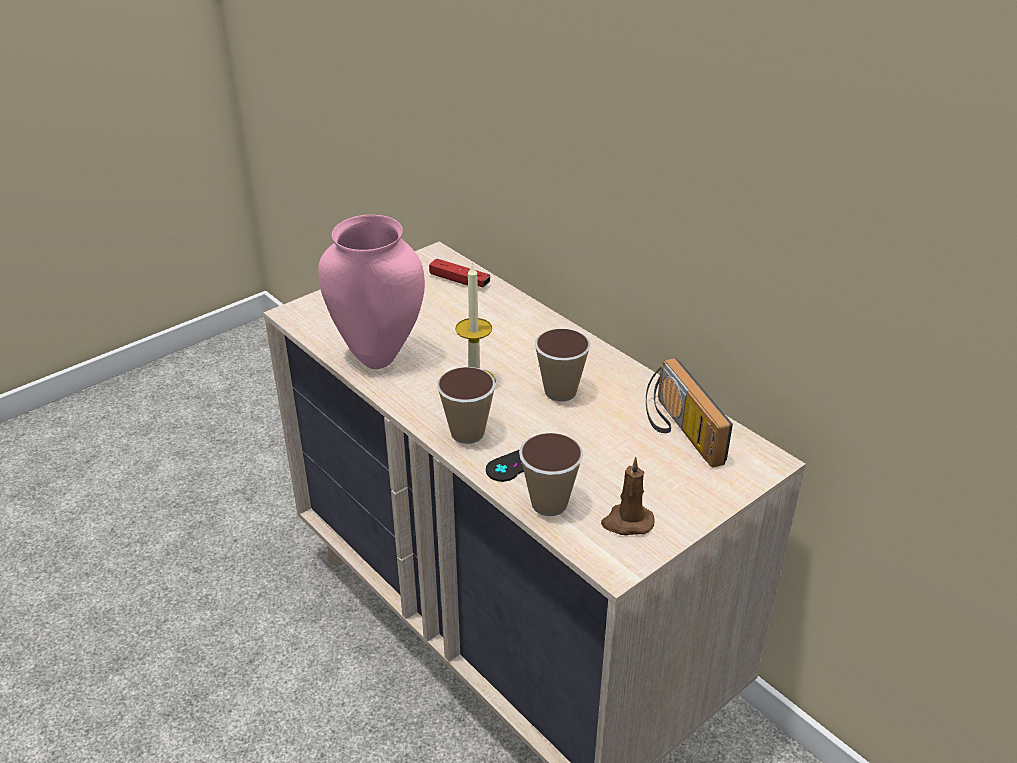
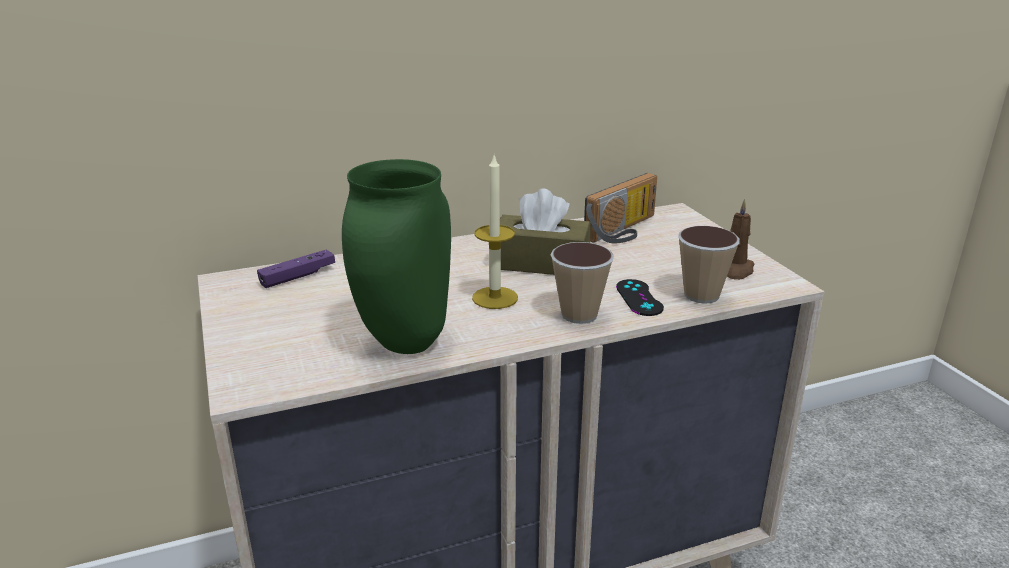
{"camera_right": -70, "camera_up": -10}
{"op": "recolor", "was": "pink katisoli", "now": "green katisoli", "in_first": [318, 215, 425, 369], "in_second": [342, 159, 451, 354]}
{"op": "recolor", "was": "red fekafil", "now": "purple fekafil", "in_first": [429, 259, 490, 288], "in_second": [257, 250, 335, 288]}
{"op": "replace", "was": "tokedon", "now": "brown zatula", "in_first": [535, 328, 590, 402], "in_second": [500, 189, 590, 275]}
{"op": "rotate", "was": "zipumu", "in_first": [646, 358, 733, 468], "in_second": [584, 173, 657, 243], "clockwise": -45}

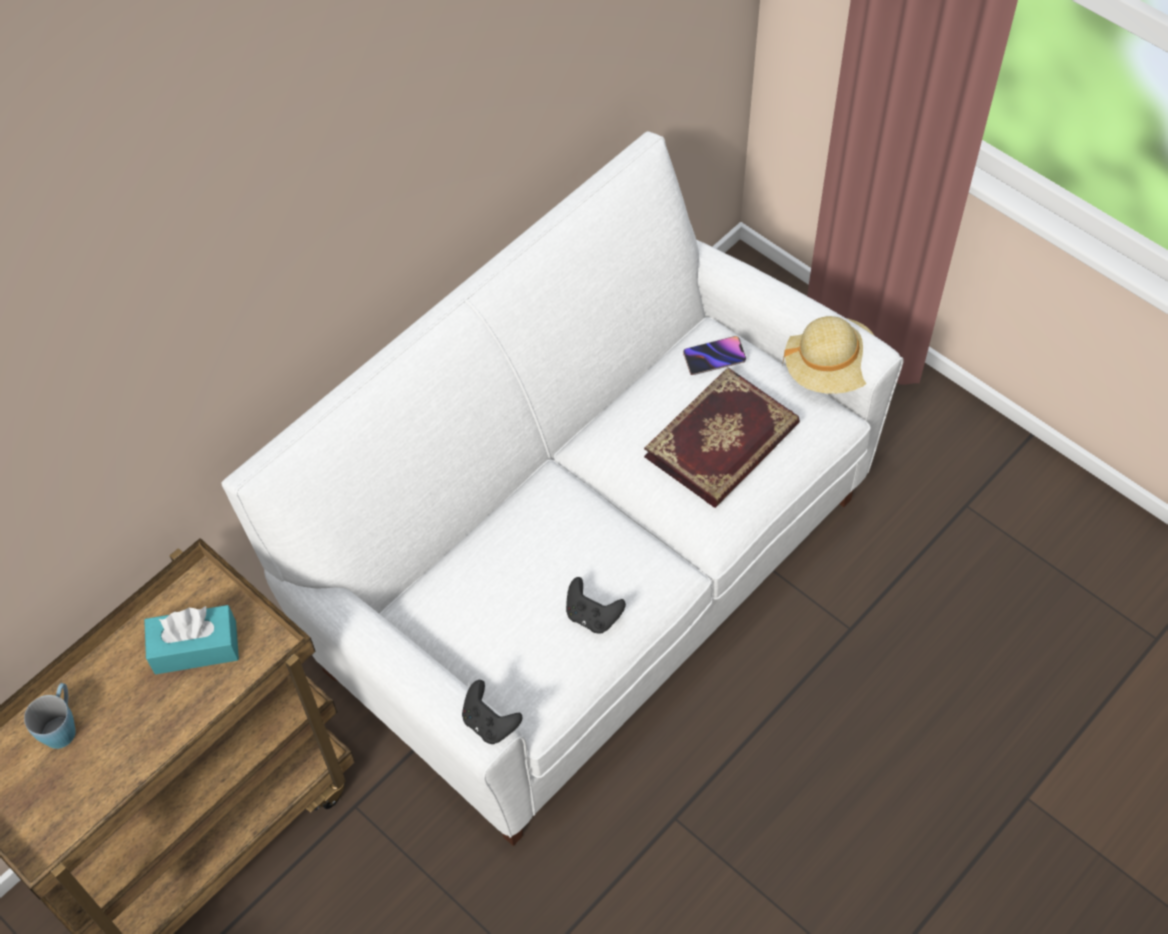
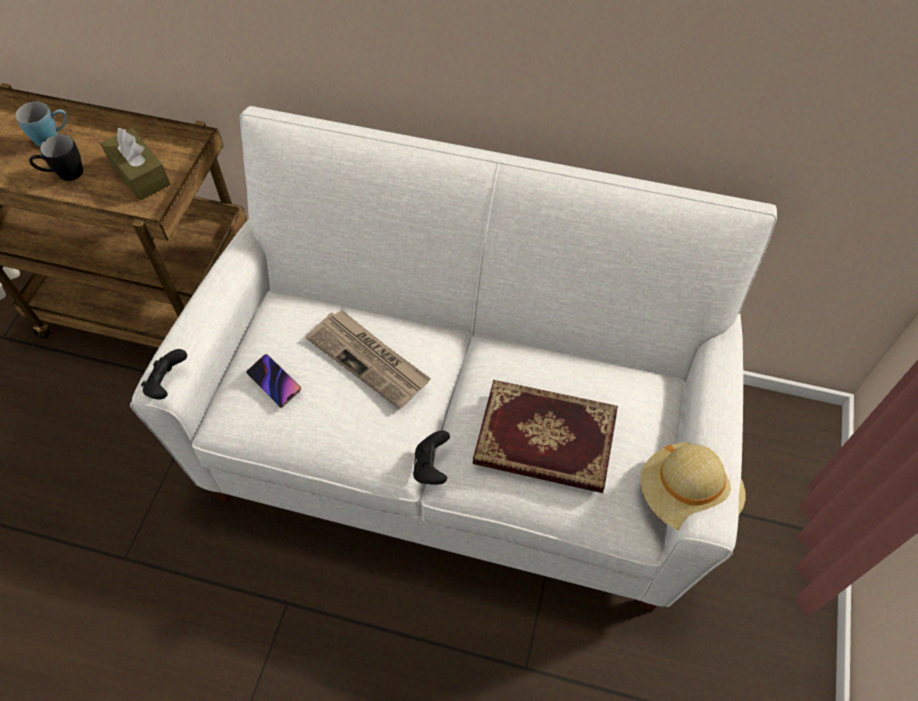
{"camera_right": 60, "camera_up": 0}
{"op": "recolor", "was": "turquoise zatula", "now": "brown zatula", "in_first": [144, 605, 239, 674], "in_second": [100, 127, 171, 200]}
{"op": "move", "was": "black fekafil", "in_first": [566, 577, 626, 634], "in_second": [413, 430, 450, 485]}
{"op": "move", "was": "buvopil", "in_first": [683, 336, 746, 375], "in_second": [246, 354, 301, 408]}
{"op": "insert", "now": "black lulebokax", "in_second": [29, 134, 83, 181]}
{"op": "insert", "now": "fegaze", "in_second": [306, 310, 431, 409]}

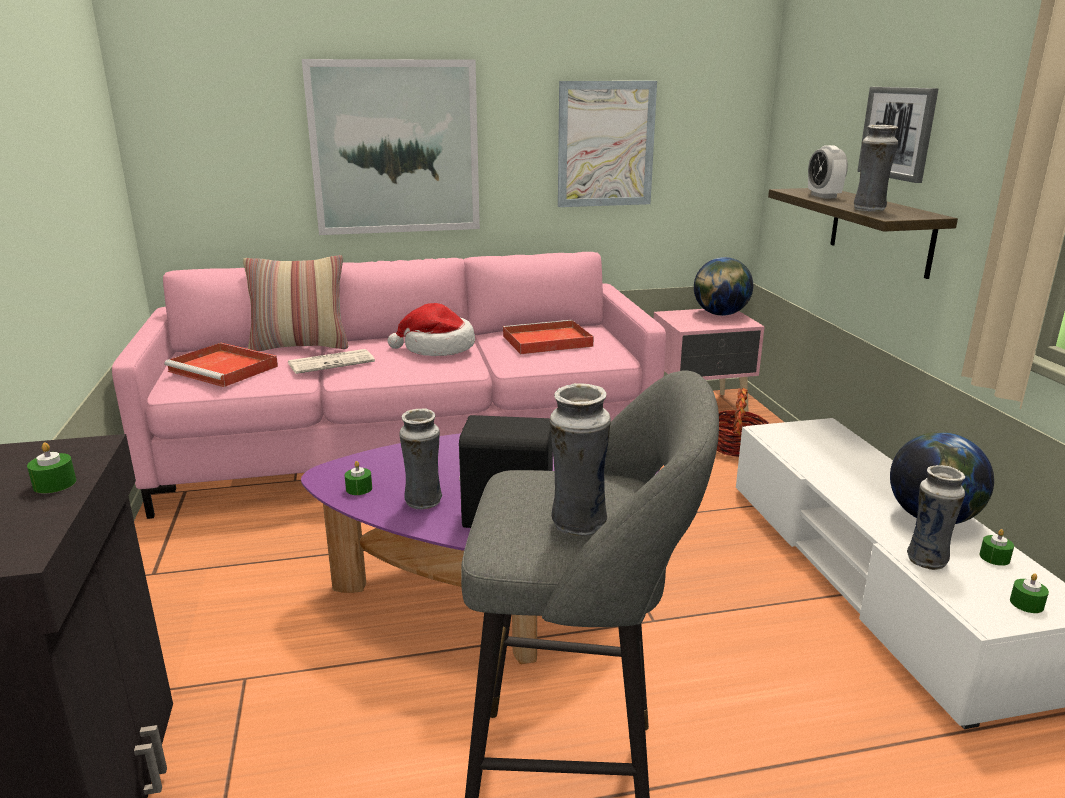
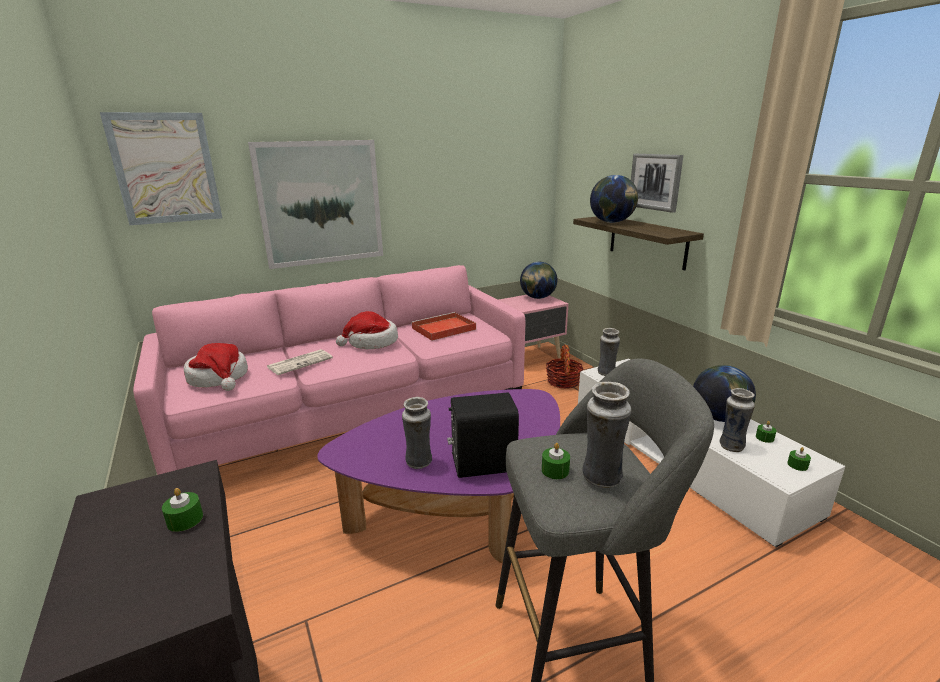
{"camera_right": -15, "camera_up": 0}
{"op": "replace", "was": "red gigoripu", "now": "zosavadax", "in_first": [164, 343, 278, 387], "in_second": [184, 343, 248, 391]}
{"op": "delete", "was": "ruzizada", "in_first": [243, 255, 348, 351]}
{"op": "move", "was": "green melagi", "in_first": [345, 461, 372, 495], "in_second": [542, 443, 570, 479]}
{"op": "move", "was": "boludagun", "in_first": [558, 81, 657, 207], "in_second": [100, 112, 222, 225]}
{"op": "replace", "was": "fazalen", "now": "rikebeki", "in_first": [808, 145, 848, 199], "in_second": [590, 175, 638, 223]}
{"op": "move", "was": "katisoli", "in_first": [854, 125, 898, 212], "in_second": [598, 328, 620, 376]}

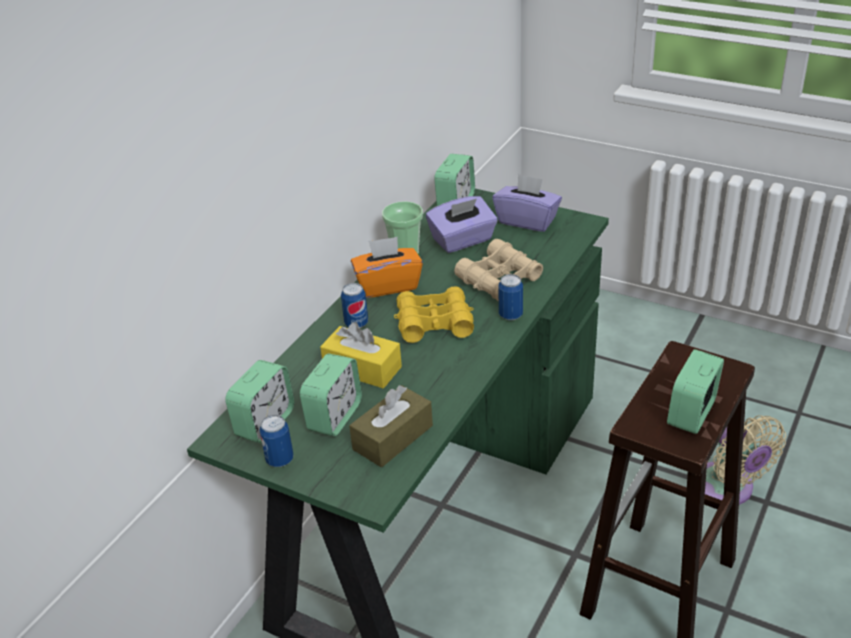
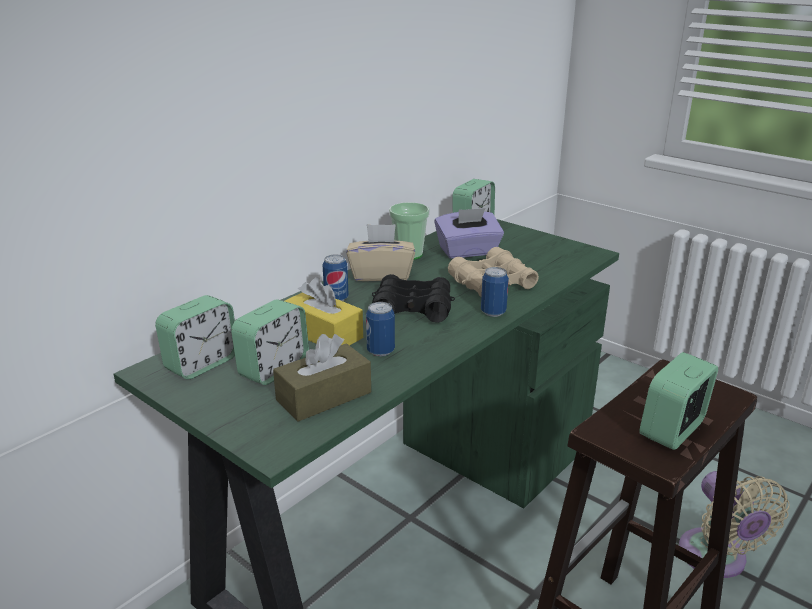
{"camera_right": 10, "camera_up": -10}
{"op": "move", "was": "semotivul", "in_first": [259, 415, 294, 467], "in_second": [366, 302, 395, 356]}
{"op": "recolor", "was": "orange zatula", "now": "beige zatula", "in_first": [351, 237, 423, 298], "in_second": [346, 224, 415, 281]}
{"op": "recolor", "was": "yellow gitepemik", "now": "black gitepemik", "in_first": [394, 286, 474, 343], "in_second": [372, 274, 455, 323]}
{"op": "delete", "was": "purple zatula", "in_first": [492, 174, 562, 232]}

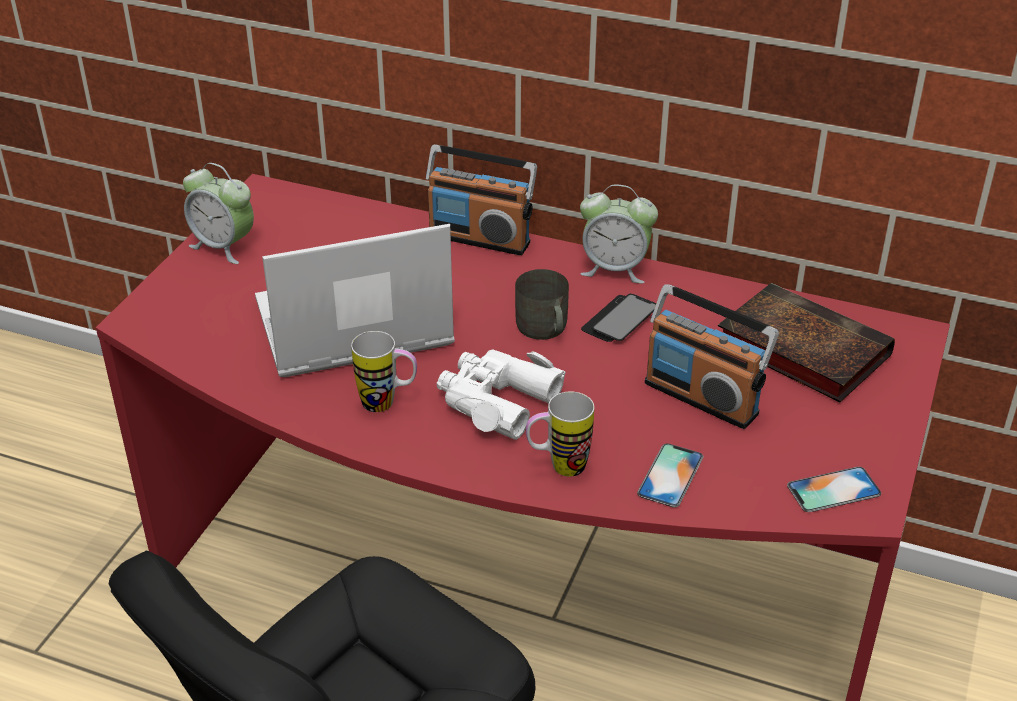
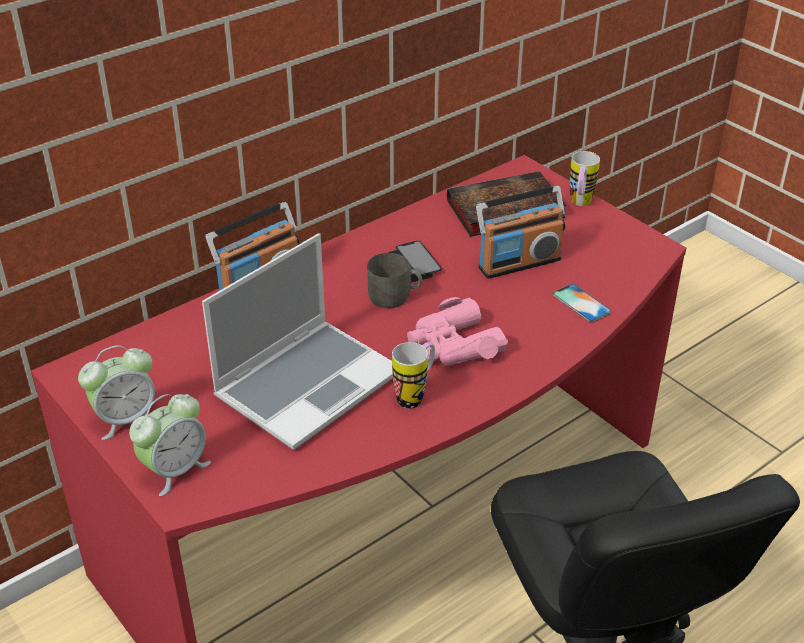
{"camera_right": -60, "camera_up": 0}
{"op": "rotate", "was": "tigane", "in_first": [255, 224, 455, 377], "in_second": [202, 233, 393, 450], "clockwise": -150}
{"op": "recolor", "was": "white gitepemik", "now": "pink gitepemik", "in_first": [437, 349, 566, 440], "in_second": [407, 297, 508, 366]}
{"op": "move", "was": "lulebokax", "in_first": [526, 392, 594, 477], "in_second": [570, 151, 600, 206]}
{"op": "move", "was": "fazalen", "in_first": [580, 185, 658, 284], "in_second": [129, 394, 211, 496]}
{"op": "delete", "was": "buvopil", "in_first": [787, 467, 881, 512]}

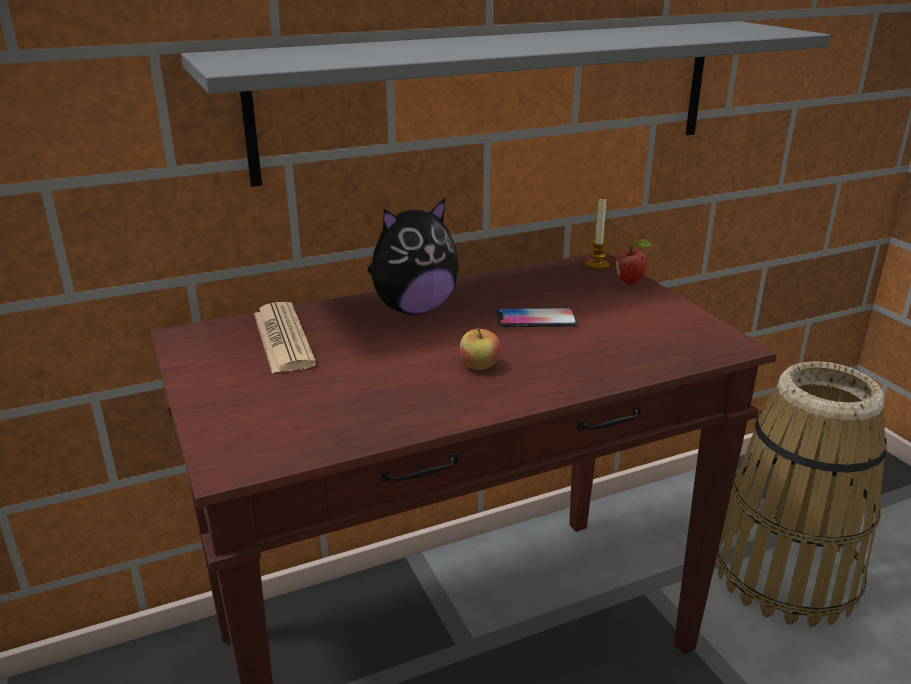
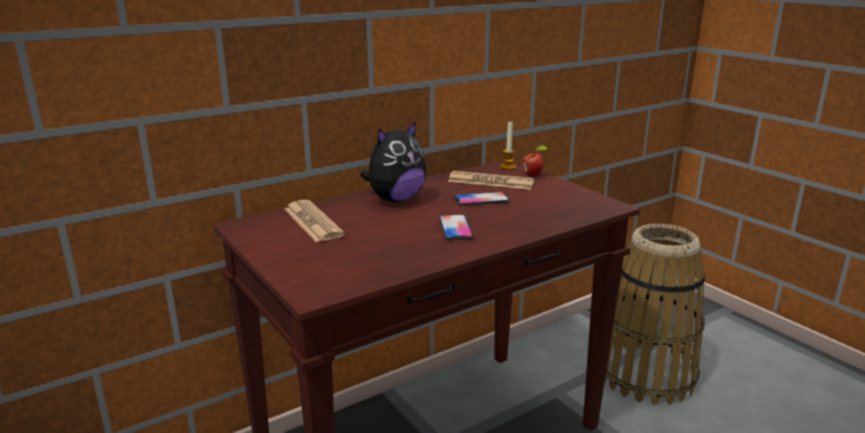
{"camera_right": -10, "camera_up": -5}
{"op": "delete", "was": "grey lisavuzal", "in_first": [181, 21, 830, 187]}
{"op": "replace", "was": "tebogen", "now": "buvopil", "in_first": [460, 327, 501, 370], "in_second": [439, 214, 474, 240]}
{"op": "insert", "now": "fegaze", "in_second": [448, 171, 535, 190]}

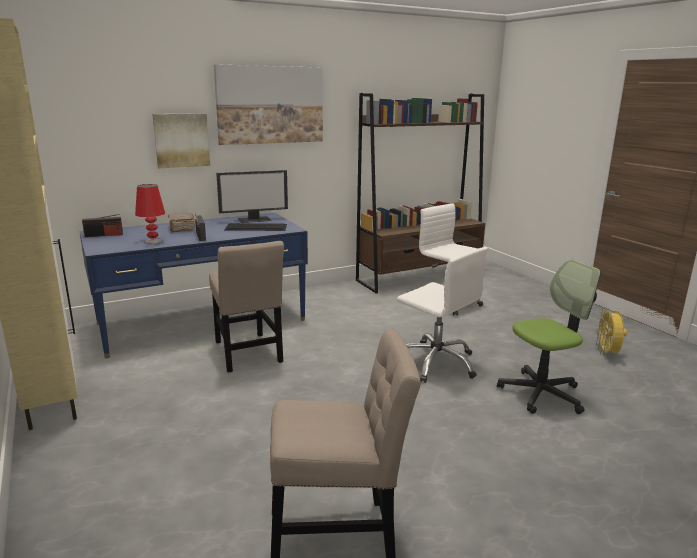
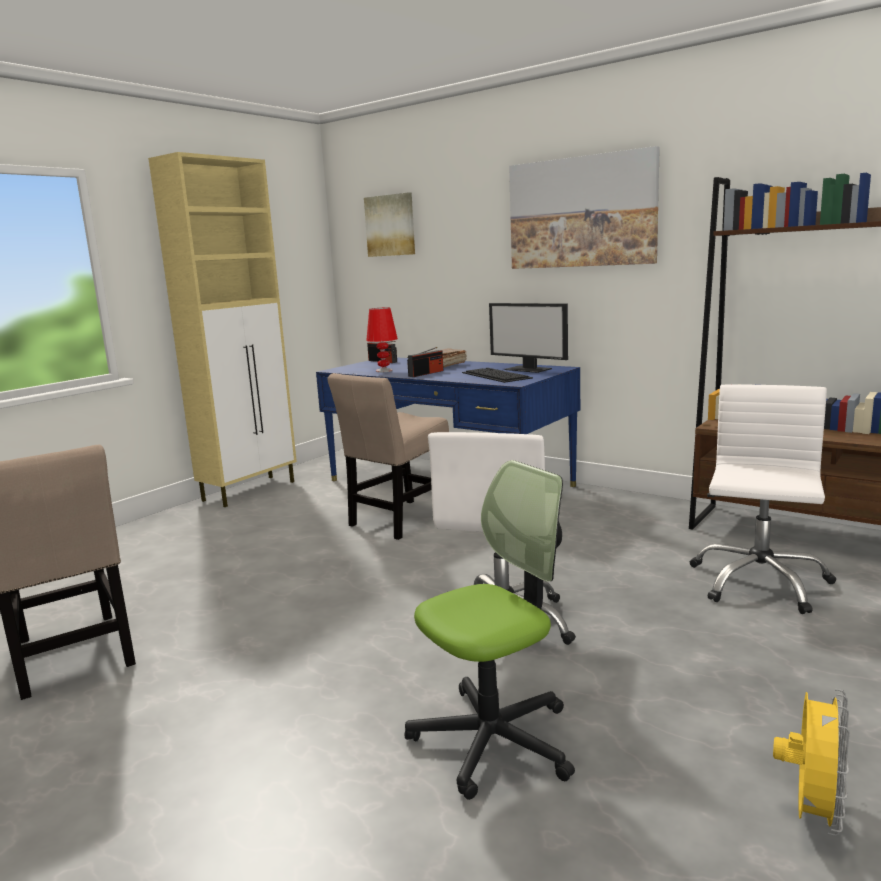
{"camera_right": 65, "camera_up": -5}
{"op": "move", "was": "boludagun", "in_first": [152, 113, 210, 168], "in_second": [364, 192, 415, 257]}
{"op": "rotate", "was": "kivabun", "in_first": [497, 259, 601, 414], "in_second": [405, 460, 575, 800], "clockwise": -75}
{"op": "rotate", "was": "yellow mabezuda", "in_first": [595, 307, 627, 356], "in_second": [773, 689, 850, 836], "clockwise": 135}

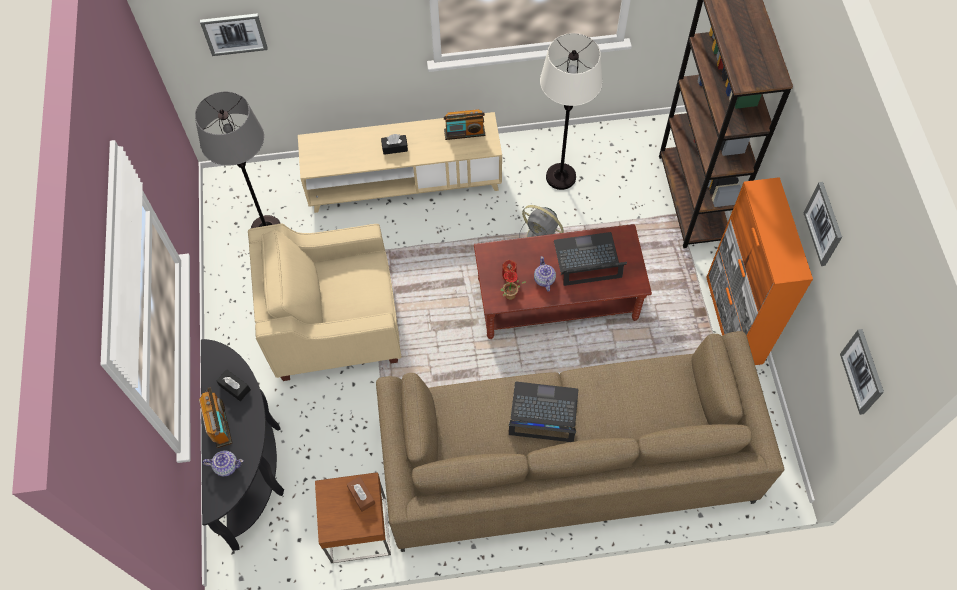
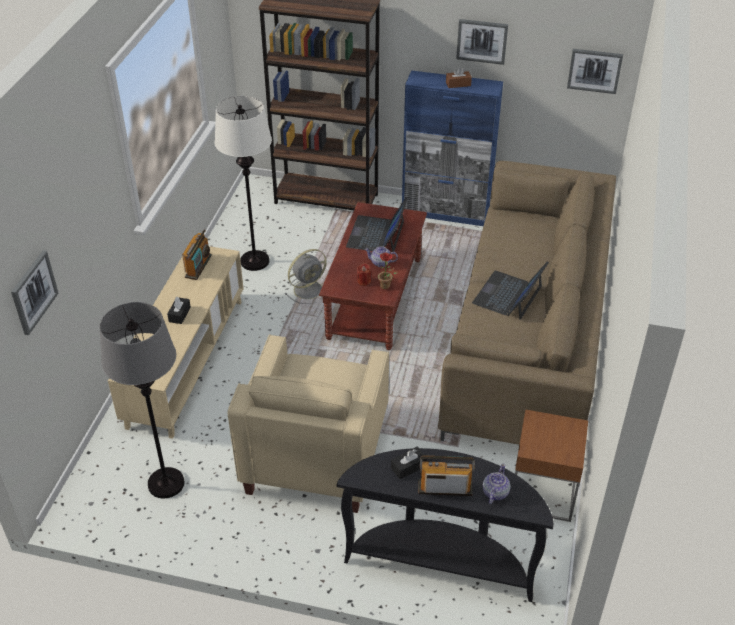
{"camera_right": -70, "camera_up": -20}
{"op": "move", "was": "brown zatula", "in_first": [347, 476, 375, 512], "in_second": [446, 67, 472, 88]}
{"op": "recolor", "was": "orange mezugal", "now": "blue mezugal", "in_first": [706, 177, 813, 365], "in_second": [402, 70, 503, 226]}

